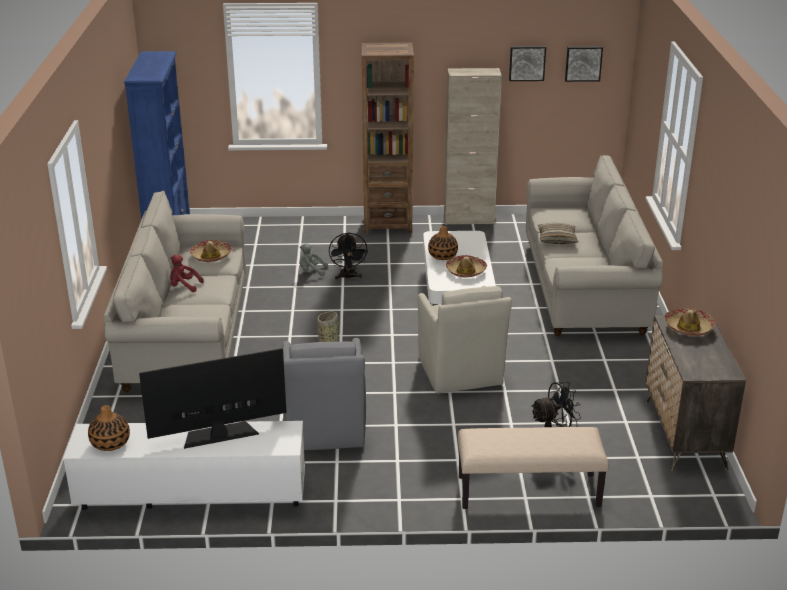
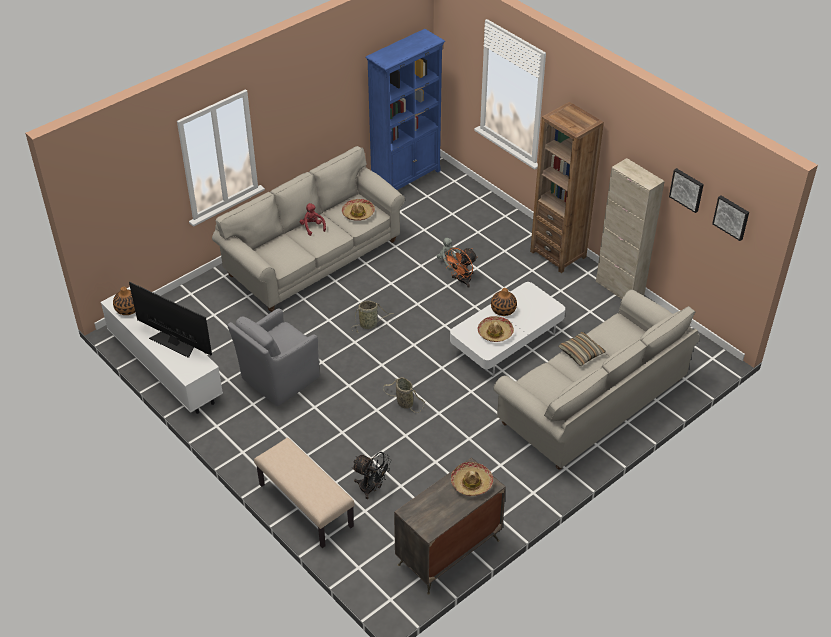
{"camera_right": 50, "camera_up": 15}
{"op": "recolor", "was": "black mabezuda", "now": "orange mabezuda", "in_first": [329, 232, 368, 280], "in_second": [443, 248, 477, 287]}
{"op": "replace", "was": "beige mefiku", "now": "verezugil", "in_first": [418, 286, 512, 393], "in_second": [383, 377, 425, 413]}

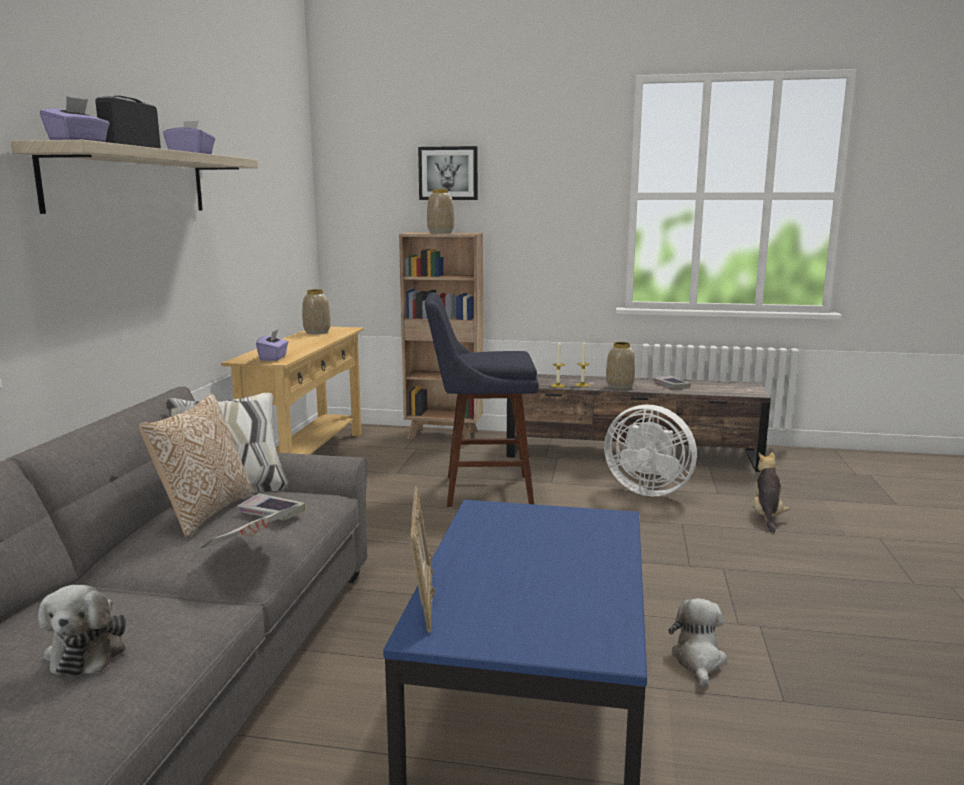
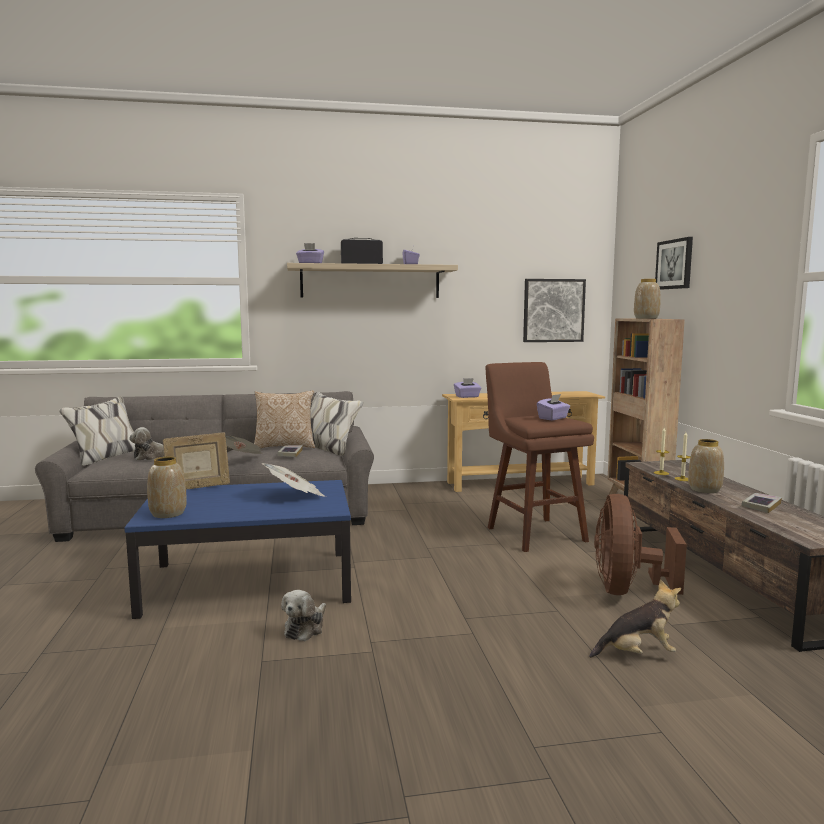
{"camera_right": 70, "camera_up": -5}
{"op": "move", "was": "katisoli", "in_first": [302, 289, 330, 334], "in_second": [147, 457, 187, 518]}
{"op": "recolor", "was": "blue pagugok", "now": "brown pagugok", "in_first": [425, 292, 539, 507], "in_second": [485, 362, 594, 552]}
{"op": "recolor", "was": "white mabezuda", "now": "brown mabezuda", "in_first": [604, 405, 697, 496], "in_second": [594, 494, 687, 595]}
{"op": "rotate", "was": "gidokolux", "in_first": [669, 598, 727, 687], "in_second": [281, 590, 326, 641], "clockwise": 120}
{"op": "insert", "now": "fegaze", "in_second": [262, 463, 326, 497]}
{"op": "insert", "now": "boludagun", "in_second": [523, 279, 586, 342]}
{"op": "insert", "now": "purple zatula", "in_second": [537, 394, 570, 420]}

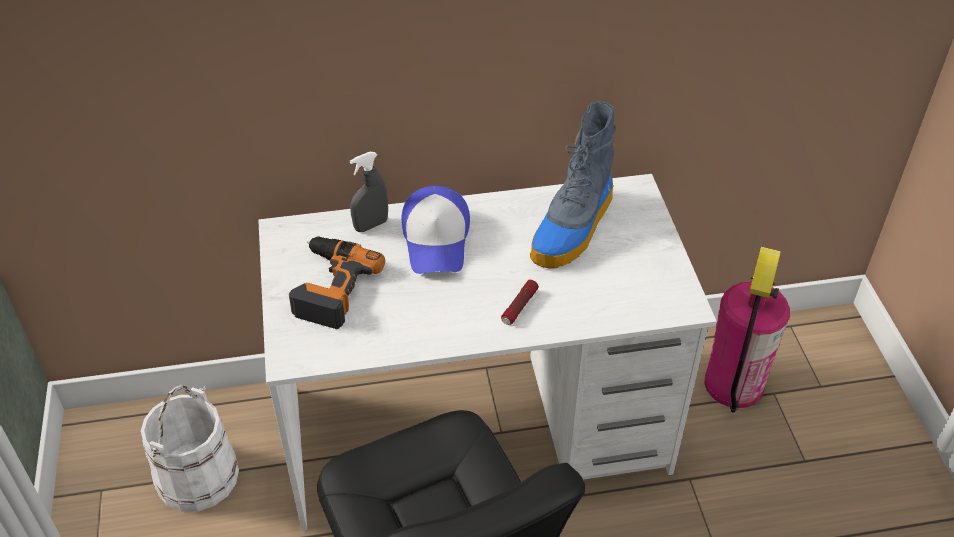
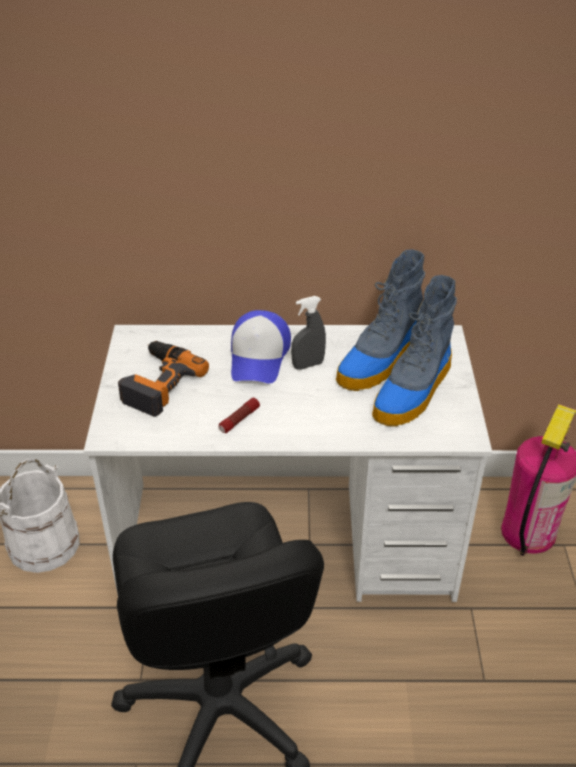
{"camera_right": 10, "camera_up": -5}
{"op": "move", "was": "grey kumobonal", "in_first": [350, 152, 388, 232], "in_second": [291, 296, 326, 370]}
{"op": "move", "was": "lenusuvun", "in_first": [501, 280, 539, 325], "in_second": [219, 398, 260, 433]}
{"op": "insert", "now": "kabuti", "in_second": [372, 275, 457, 427]}

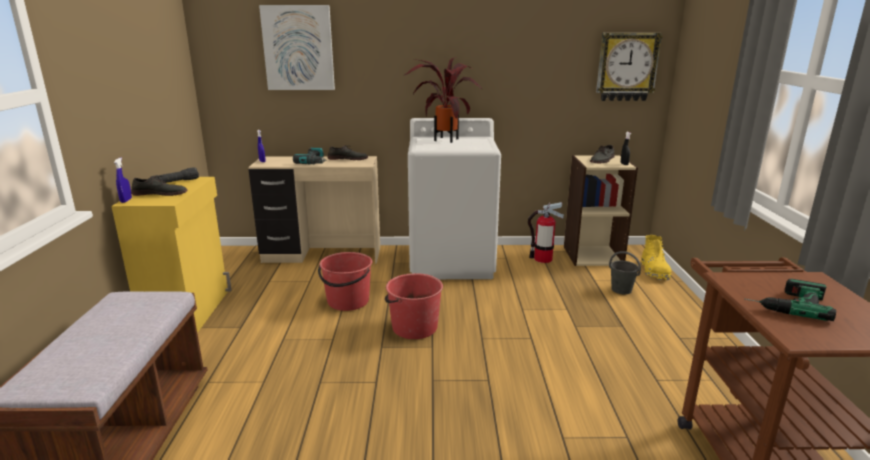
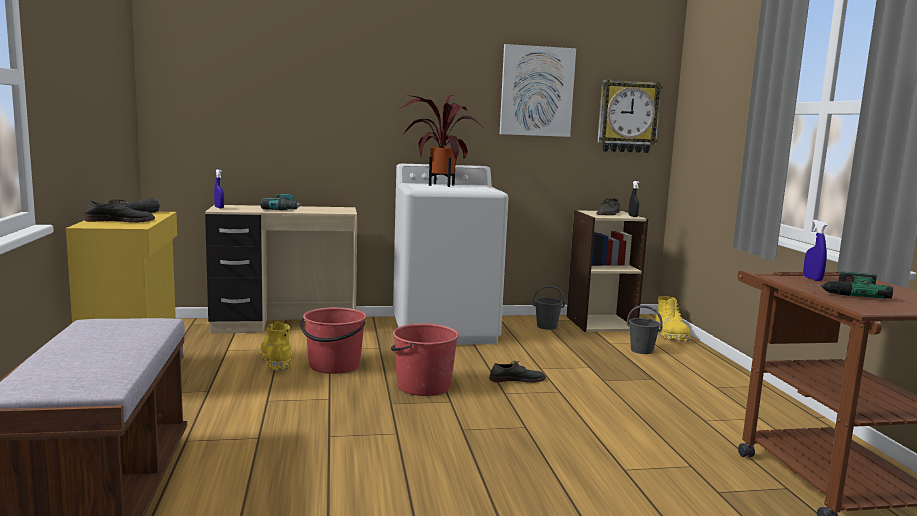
{"camera_right": -10, "camera_up": -10}
{"op": "move", "was": "blue kumobonal", "in_first": [114, 158, 132, 203], "in_second": [803, 220, 827, 281]}
{"op": "move", "was": "boludagun", "in_first": [259, 5, 335, 90], "in_second": [500, 44, 576, 137]}
{"op": "move", "was": "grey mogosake", "in_first": [327, 145, 368, 160], "in_second": [489, 361, 546, 383]}
{"op": "replace", "was": "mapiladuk", "now": "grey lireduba", "in_first": [528, 202, 564, 263], "in_second": [532, 285, 565, 330]}
{"op": "insert", "now": "yellow kabuti", "in_second": [260, 321, 292, 371]}

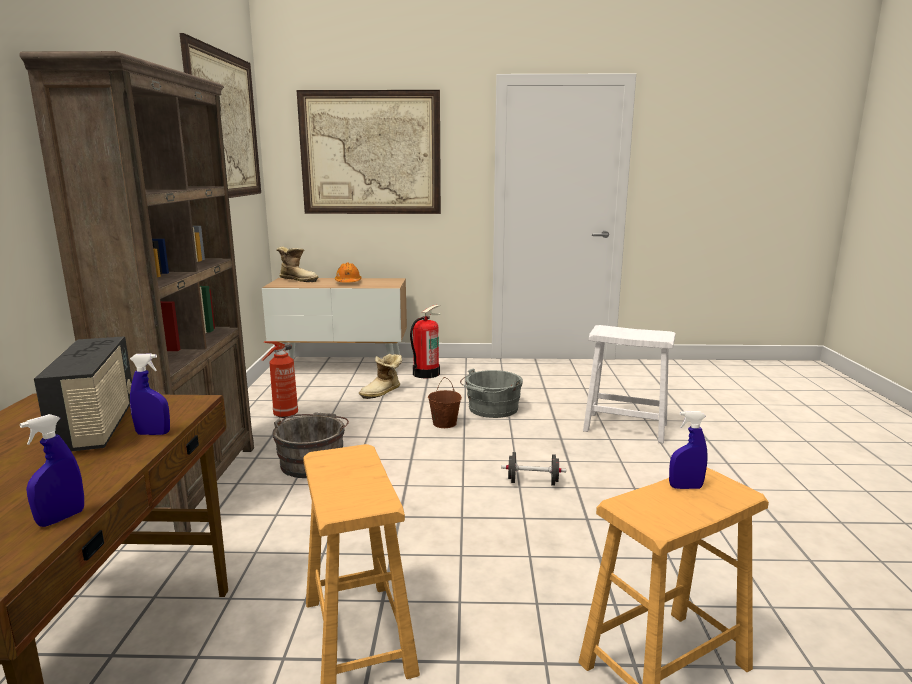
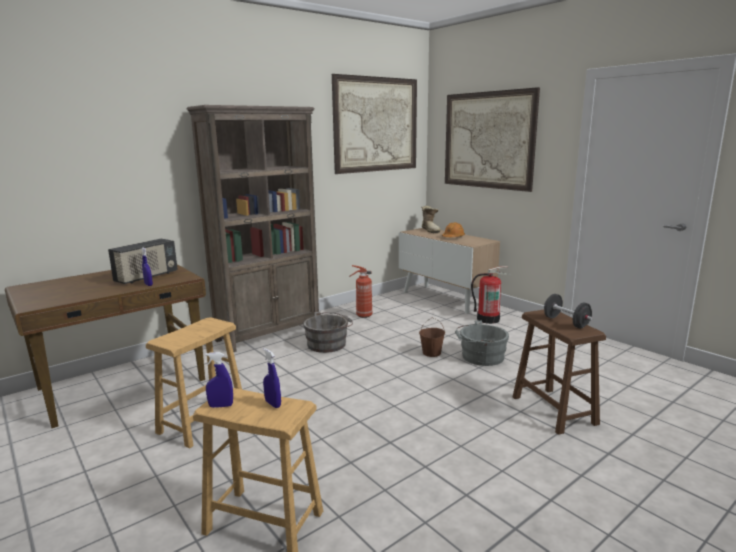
{"camera_right": 50, "camera_up": 0}
{"op": "move", "was": "blue kumobonal", "in_first": [20, 414, 84, 527], "in_second": [205, 352, 233, 408]}
{"op": "delete", "was": "kabuti", "in_first": [359, 354, 402, 399]}
{"op": "move", "was": "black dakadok", "in_first": [501, 452, 566, 486], "in_second": [544, 294, 593, 328]}
{"op": "recolor", "was": "white pagugok", "now": "brown pagugok", "in_first": [583, 325, 675, 443], "in_second": [513, 310, 606, 435]}

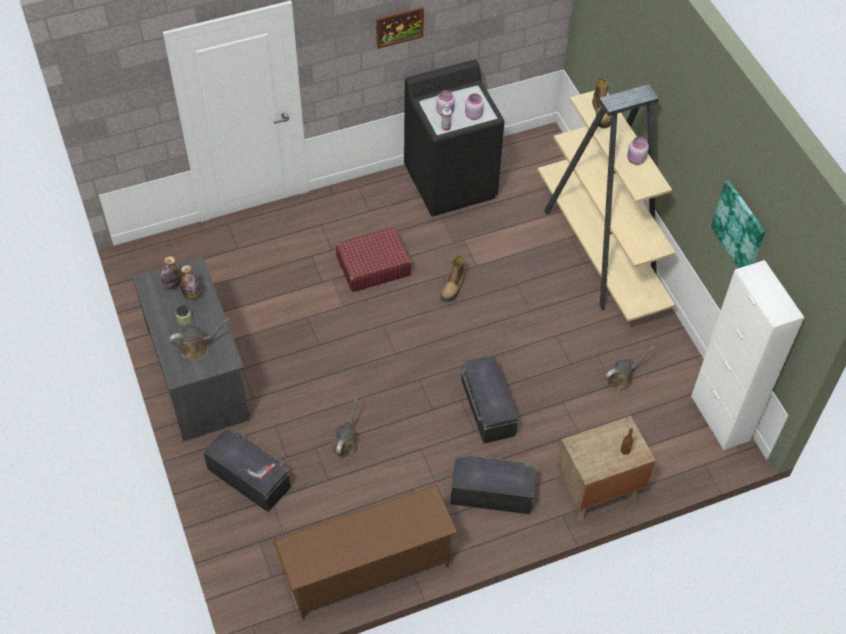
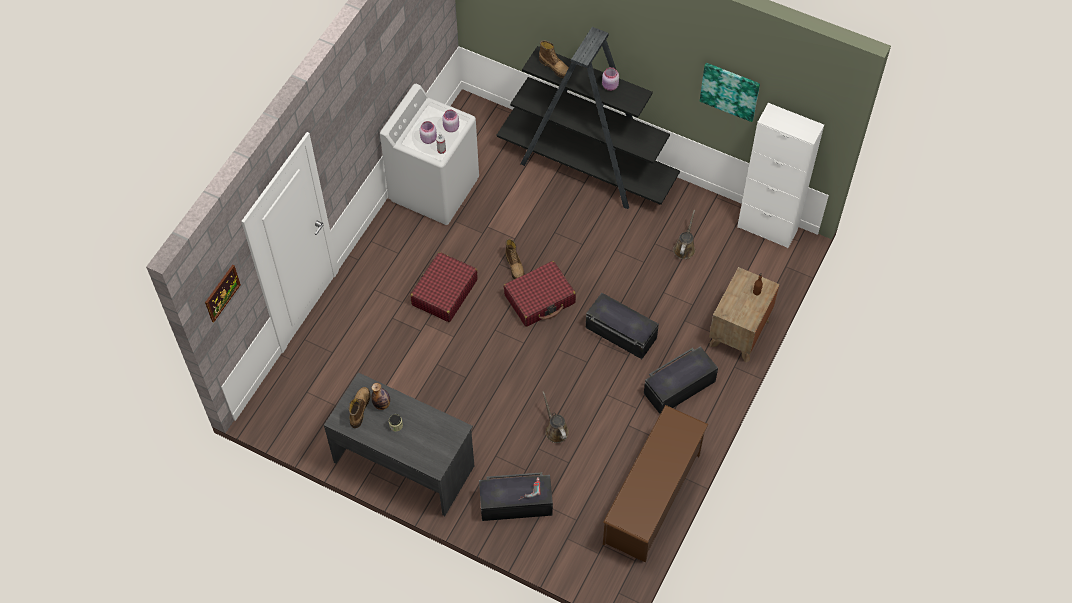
{"camera_right": -40, "camera_up": 5}
{"op": "replace", "was": "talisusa", "now": "kabuti", "in_first": [161, 256, 181, 289], "in_second": [349, 387, 370, 428]}
{"op": "delete", "was": "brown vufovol", "in_first": [170, 319, 230, 360]}
{"op": "move", "was": "boludagun", "in_first": [376, 7, 424, 49], "in_second": [205, 265, 241, 322]}
{"op": "recolor", "was": "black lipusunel", "now": "white lipusunel", "in_first": [404, 60, 504, 216], "in_second": [380, 84, 479, 225]}
{"op": "recolor", "was": "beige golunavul", "now": "black golunavul", "in_first": [538, 84, 676, 322], "in_second": [496, 27, 680, 209]}
{"op": "insert", "now": "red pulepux", "in_second": [504, 261, 576, 327]}

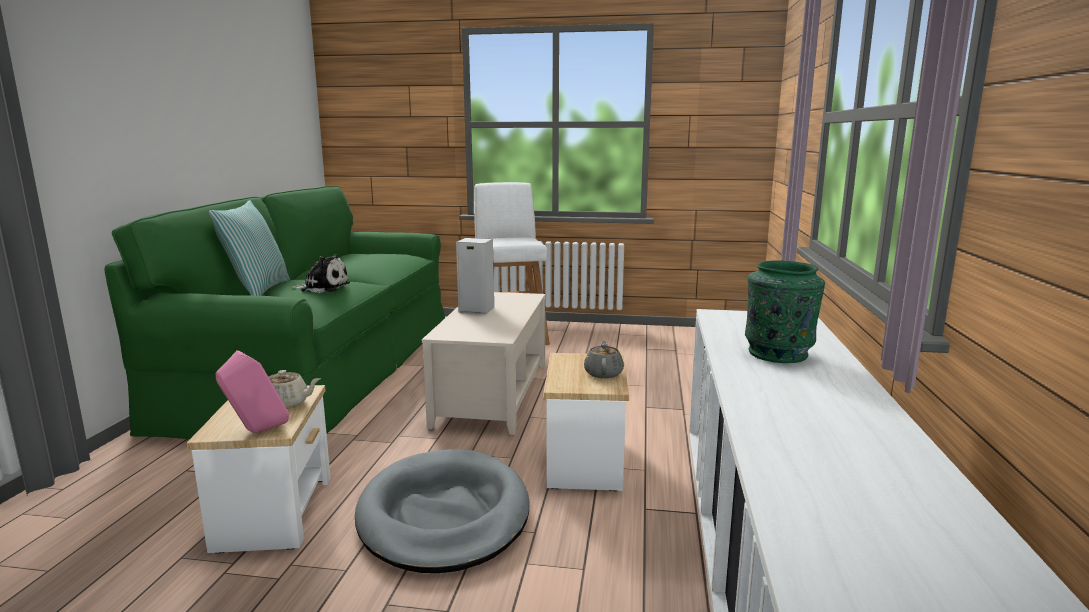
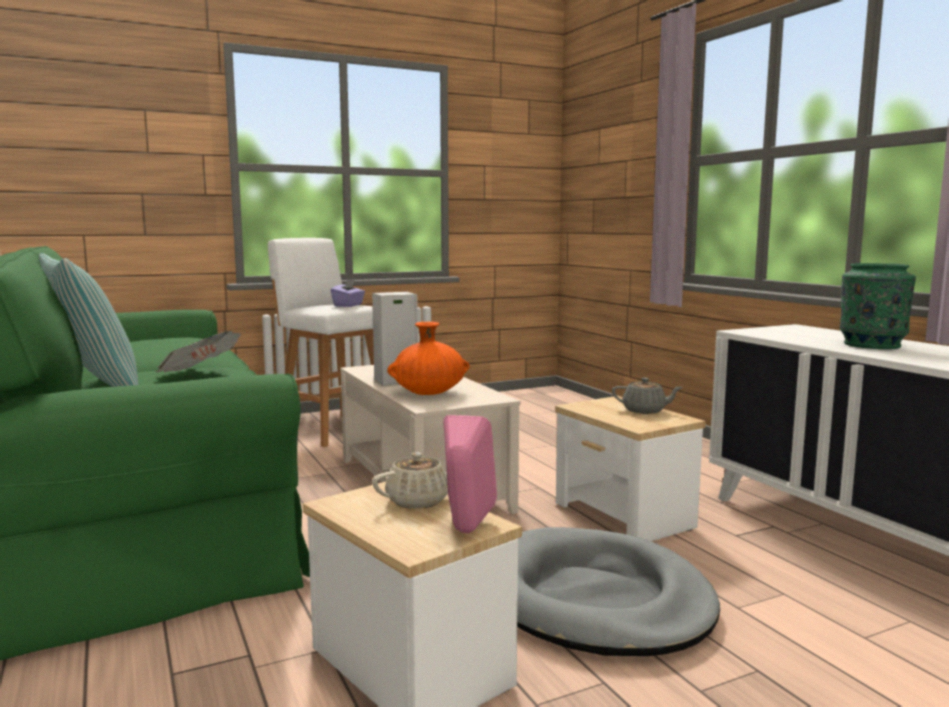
{"camera_right": -35, "camera_up": -5}
{"op": "replace", "was": "gidokolux", "now": "fegaze", "in_first": [291, 254, 350, 293], "in_second": [155, 331, 241, 372]}
{"op": "rotate", "was": "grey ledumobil", "in_first": [584, 340, 624, 378], "in_second": [612, 378, 683, 414], "clockwise": 135}
{"op": "insert", "now": "purple zatula", "in_second": [331, 279, 365, 307]}
{"op": "insert", "now": "orange katisoli", "in_second": [387, 322, 470, 395]}

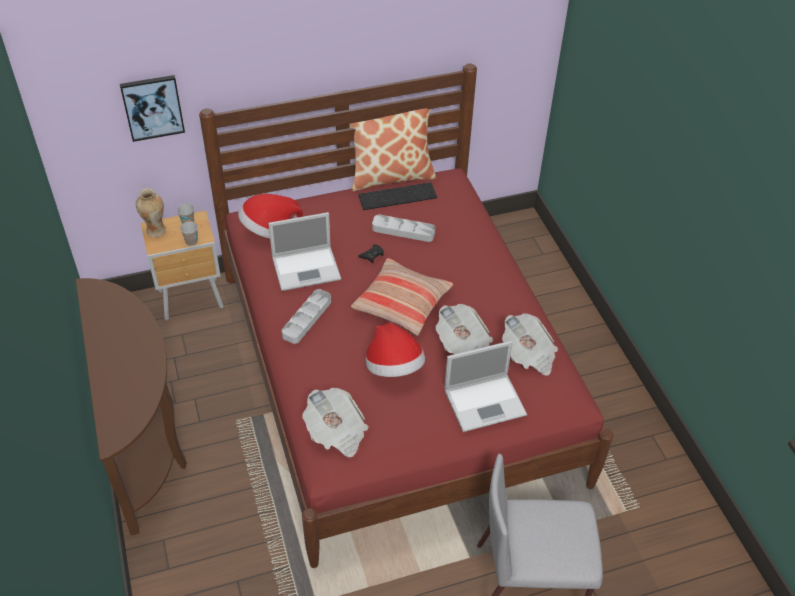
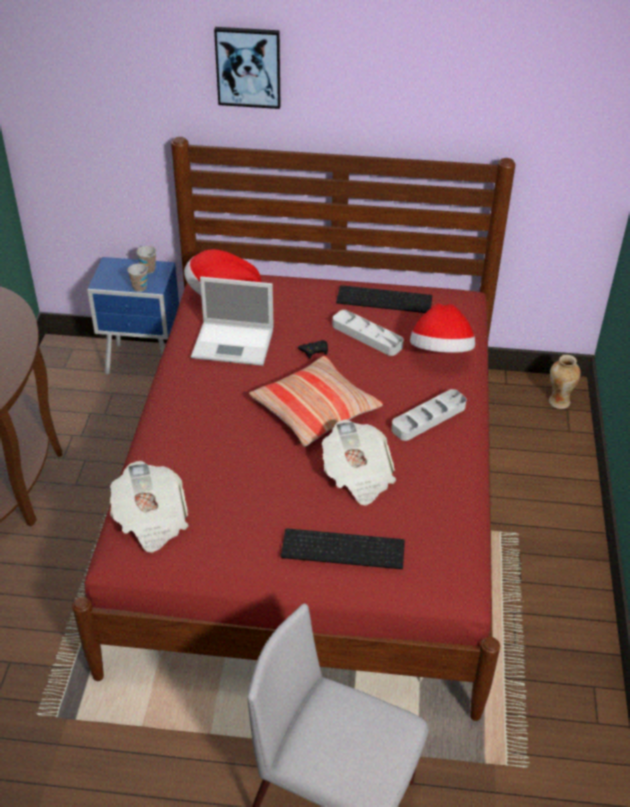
{"camera_right": 25, "camera_up": -5}
{"op": "move", "was": "boludagun", "in_first": [120, 75, 185, 142], "in_second": [214, 27, 280, 109]}
{"op": "move", "was": "katisoli", "in_first": [136, 188, 166, 237], "in_second": [549, 355, 581, 409]}
{"op": "recolor", "was": "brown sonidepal", "now": "blue sonidepal", "in_first": [141, 210, 224, 320], "in_second": [87, 257, 179, 375]}
{"op": "move", "was": "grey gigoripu", "in_first": [282, 289, 331, 344], "in_second": [392, 389, 466, 441]}
{"op": "delete", "was": "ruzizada", "in_first": [349, 108, 437, 191]}
{"op": "move", "was": "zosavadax", "in_first": [366, 322, 425, 377], "in_second": [410, 303, 475, 353]}
{"op": "replace", "was": "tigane", "now": "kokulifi", "in_first": [444, 341, 527, 432], "in_second": [281, 528, 405, 569]}
{"op": "delete", "was": "fegaze", "in_first": [502, 313, 558, 376]}

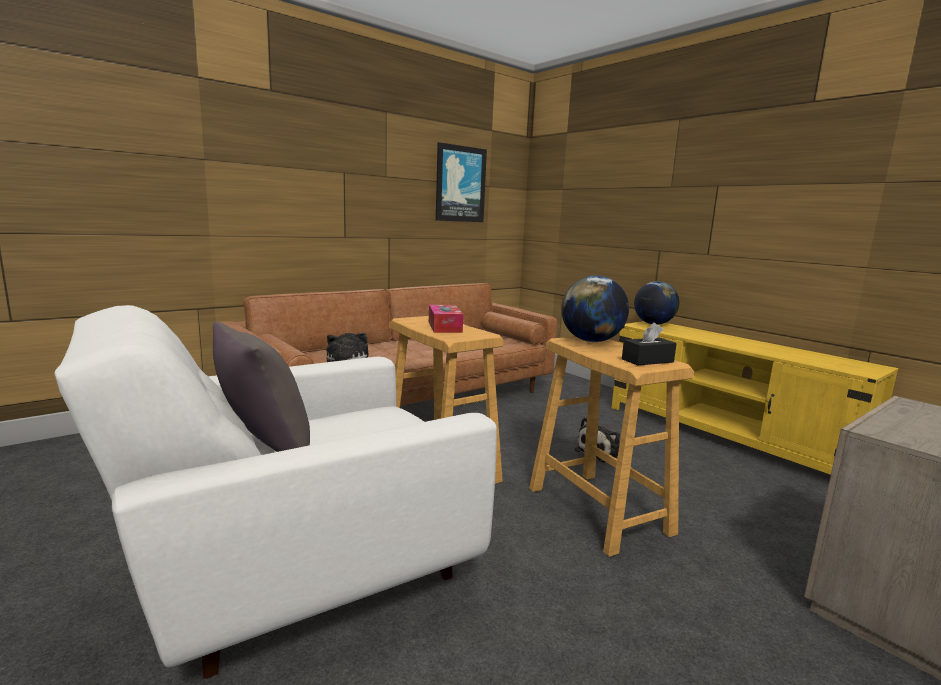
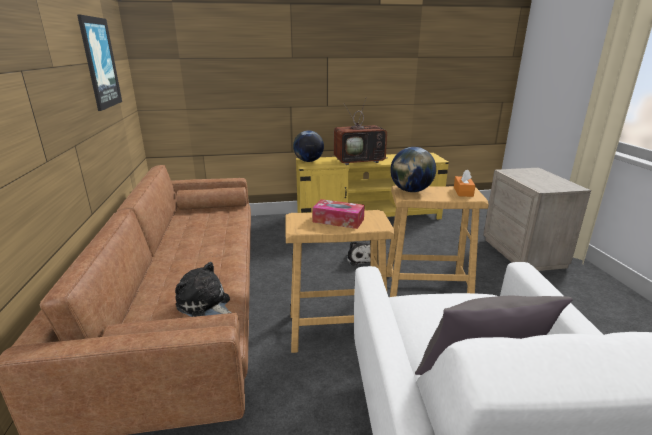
{"camera_right": -60, "camera_up": 10}
{"op": "recolor", "was": "black zatula", "now": "orange zatula", "in_first": [622, 322, 677, 365], "in_second": [454, 170, 475, 197]}
{"op": "insert", "now": "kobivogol", "in_second": [334, 99, 388, 165]}

